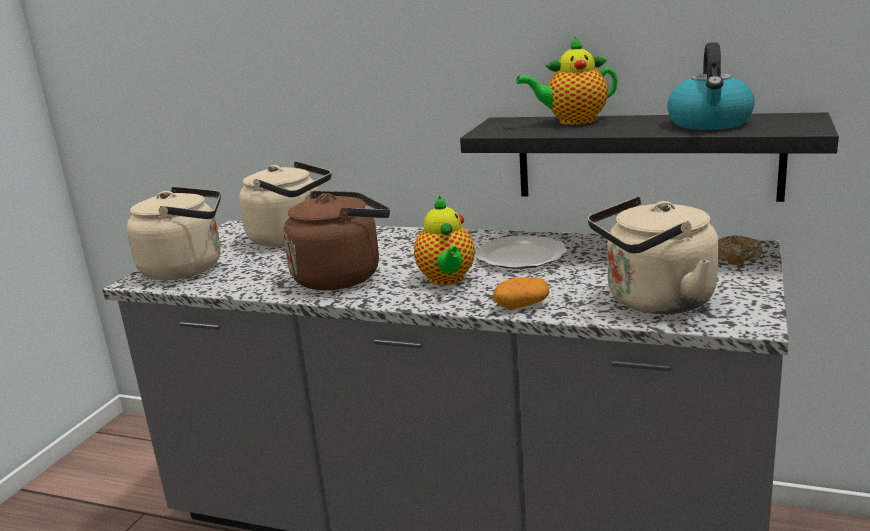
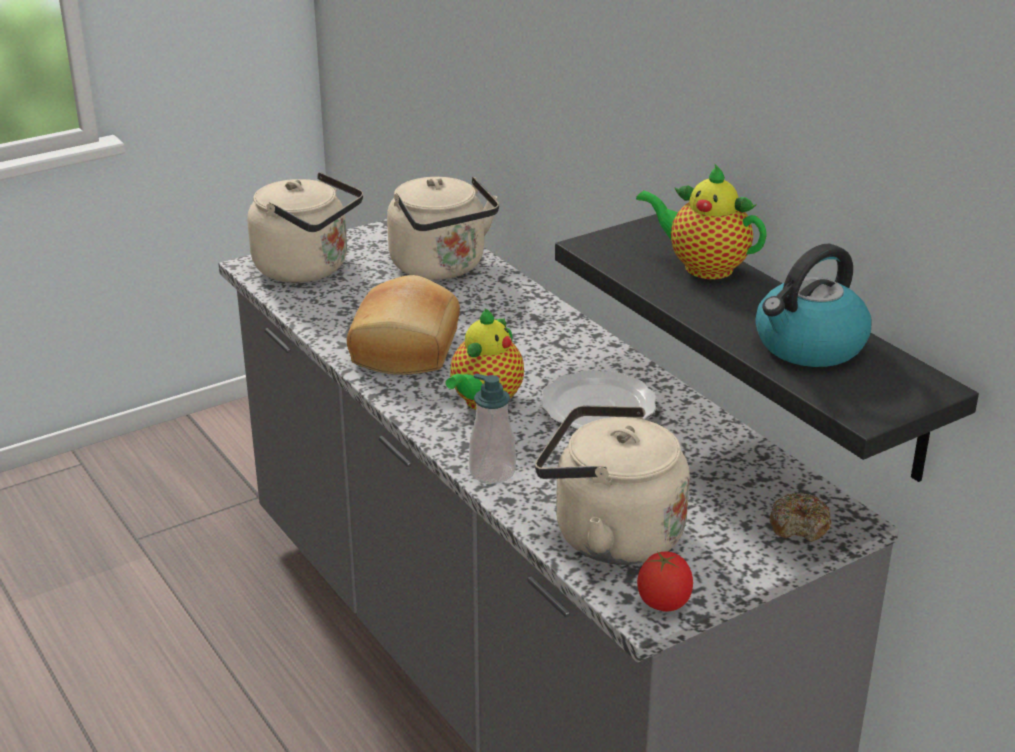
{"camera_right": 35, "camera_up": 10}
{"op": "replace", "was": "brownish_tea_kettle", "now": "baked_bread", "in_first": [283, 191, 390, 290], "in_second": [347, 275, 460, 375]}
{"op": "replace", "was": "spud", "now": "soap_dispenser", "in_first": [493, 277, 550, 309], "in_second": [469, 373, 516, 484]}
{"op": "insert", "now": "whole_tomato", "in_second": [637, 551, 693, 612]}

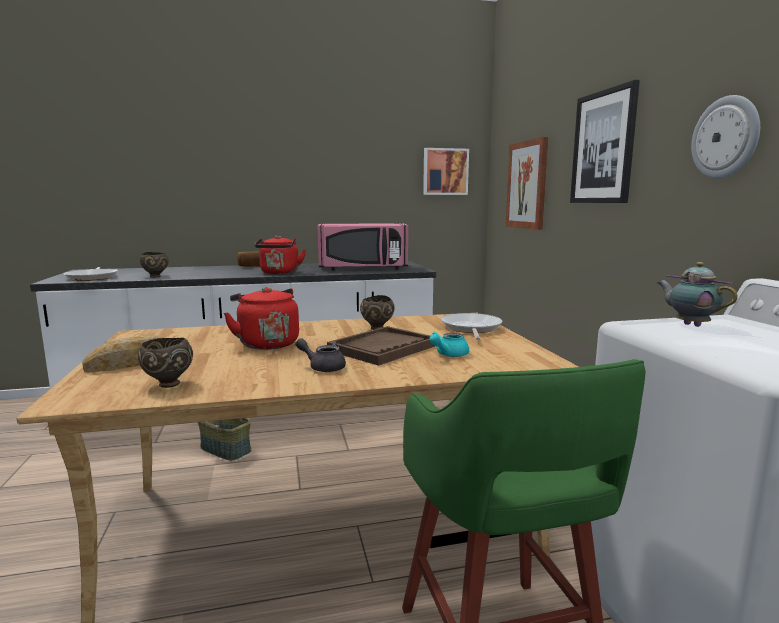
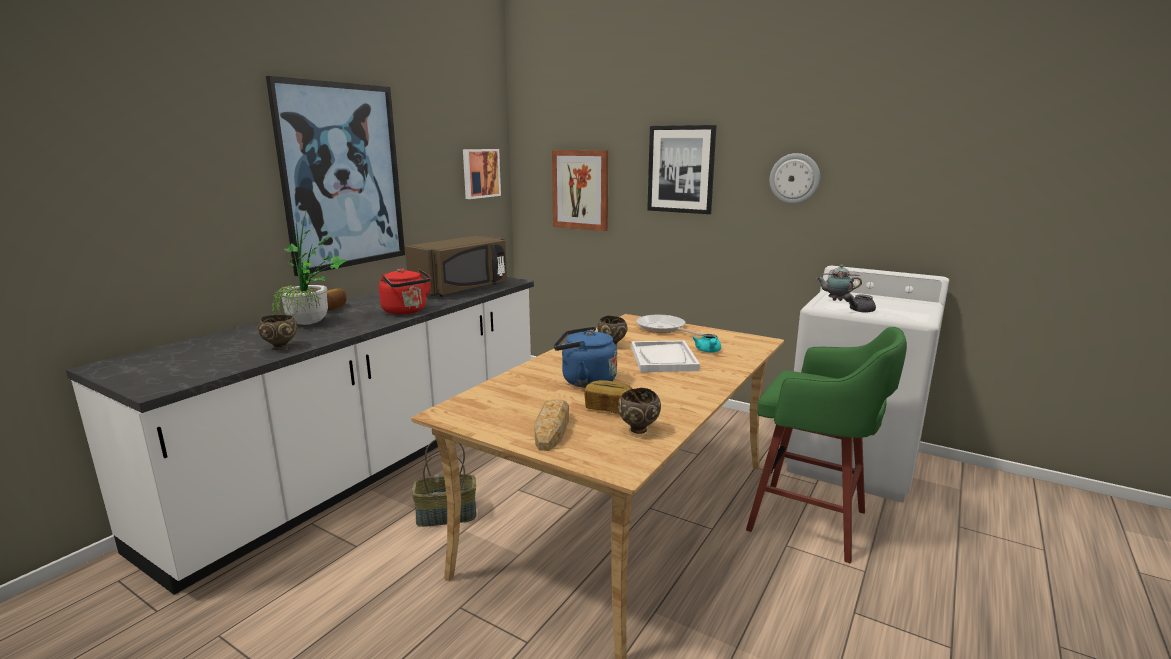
{"camera_right": -45, "camera_up": 5}
{"op": "delete", "was": "frying_pan", "in_first": [64, 267, 118, 281]}
{"op": "recolor", "was": "reddish_tea_kettle", "now": "bluish_tea_kettle", "in_first": [224, 287, 299, 350], "in_second": [554, 327, 617, 388]}
{"op": "move", "was": "greyish_tea_pot", "in_first": [295, 338, 346, 372], "in_second": [844, 293, 876, 313]}
{"op": "recolor", "was": "pink-coloured_kitchen_microwave", "now": "brownish_kitchen_microwave", "in_first": [317, 224, 408, 270], "in_second": [405, 235, 507, 297]}
{"op": "recolor", "was": "brownish_serving_tray", "now": "white-coloured_serving_tray", "in_first": [327, 326, 435, 366], "in_second": [631, 340, 700, 372]}
{"op": "insert", "now": "wall_art", "in_second": [266, 76, 405, 276]}
{"op": "insert", "now": "houseplant", "in_second": [272, 213, 347, 325]}
{"op": "insert", "now": "baked_bread", "in_second": [584, 380, 633, 414]}

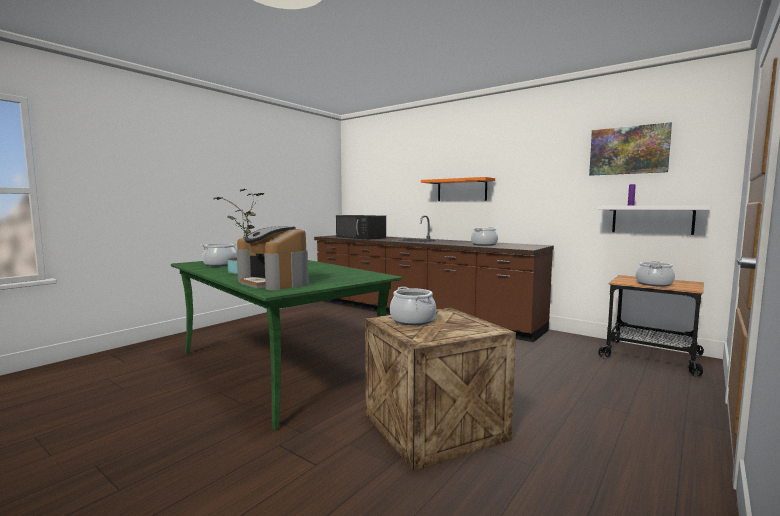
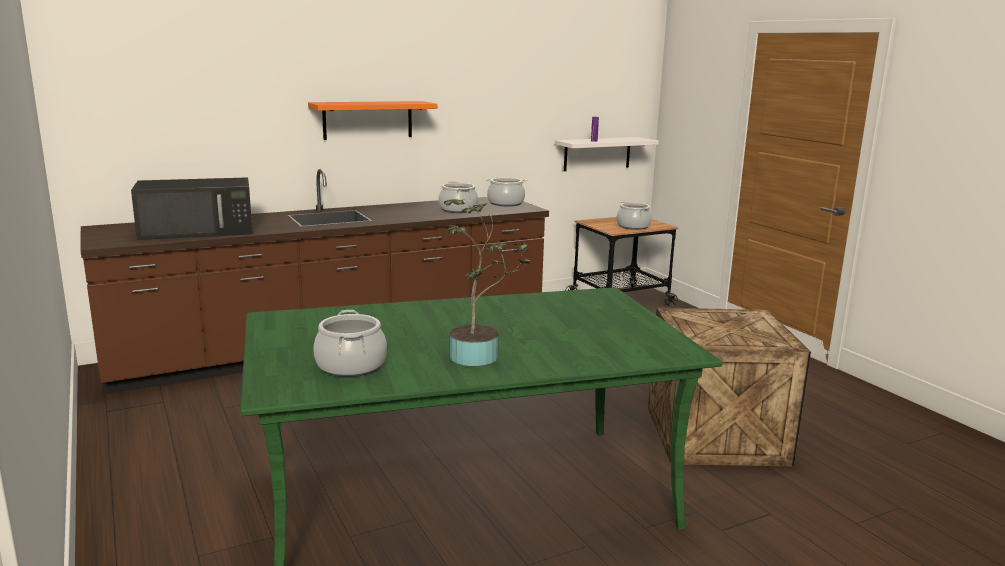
{"camera_right": -65, "camera_up": 10}
{"op": "delete", "was": "coffee_machine", "in_first": [237, 226, 309, 290]}
{"op": "move", "was": "stockpot", "in_first": [390, 287, 436, 325], "in_second": [486, 178, 527, 206]}
{"op": "delete", "was": "wall_art", "in_first": [589, 122, 672, 176]}

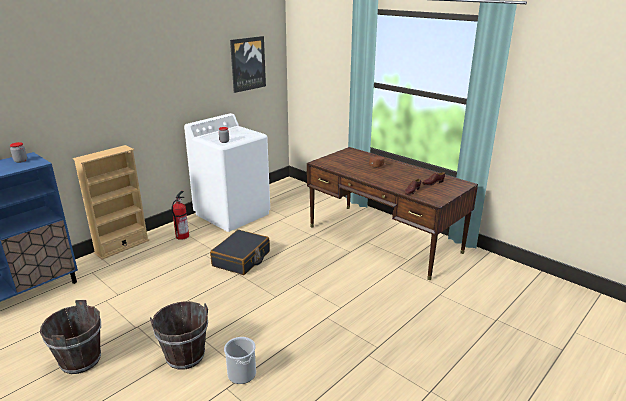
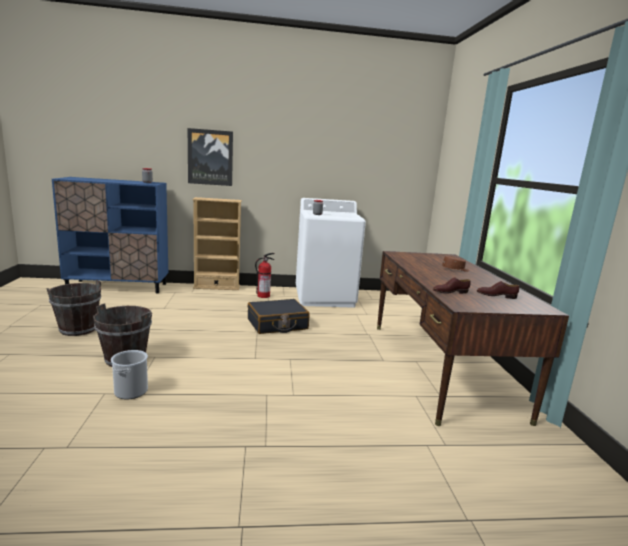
{"camera_right": 40, "camera_up": -10}
{"op": "move", "was": "wall_art", "in_first": [230, 36, 266, 93], "in_second": [188, 128, 233, 186]}

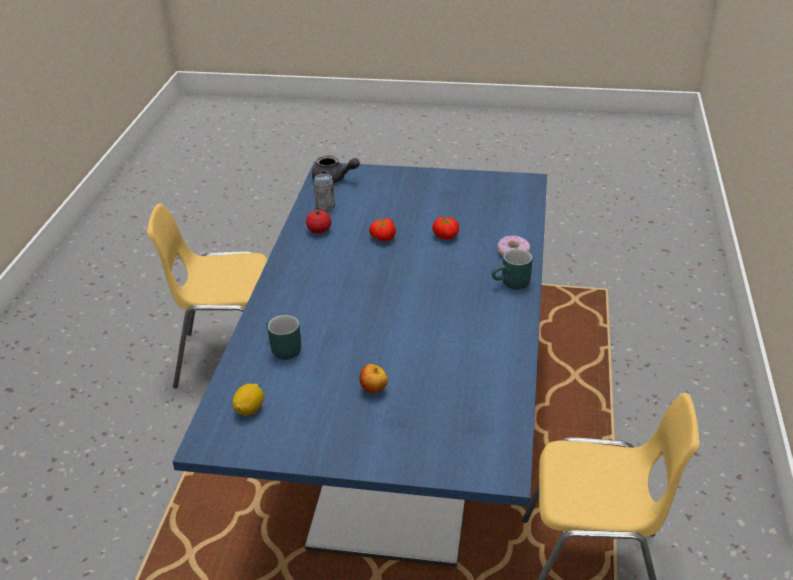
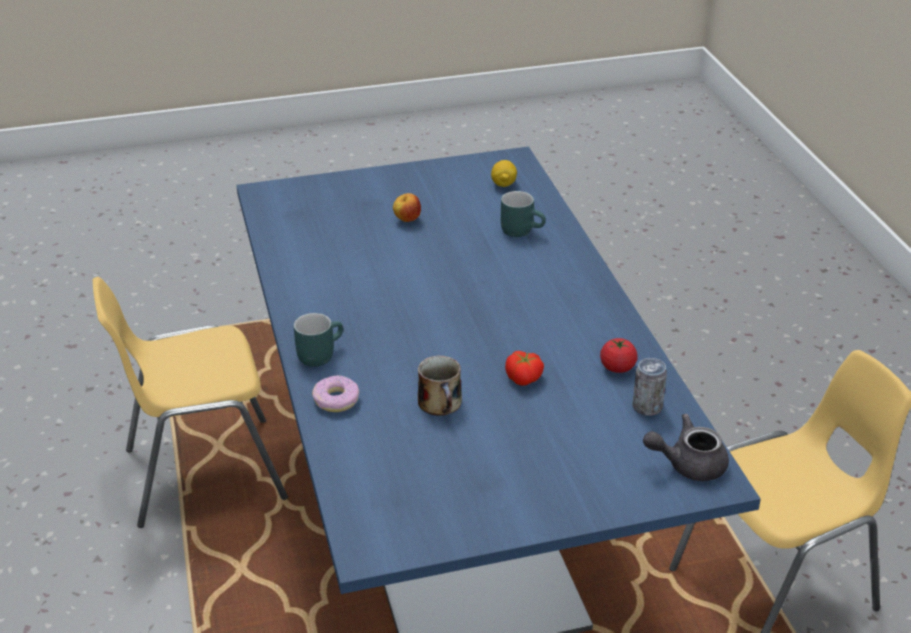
{"camera_right": 155, "camera_up": 0}
{"op": "replace", "was": "whole_tomato", "now": "coffee_mug", "in_first": [432, 217, 459, 240], "in_second": [418, 355, 462, 416]}

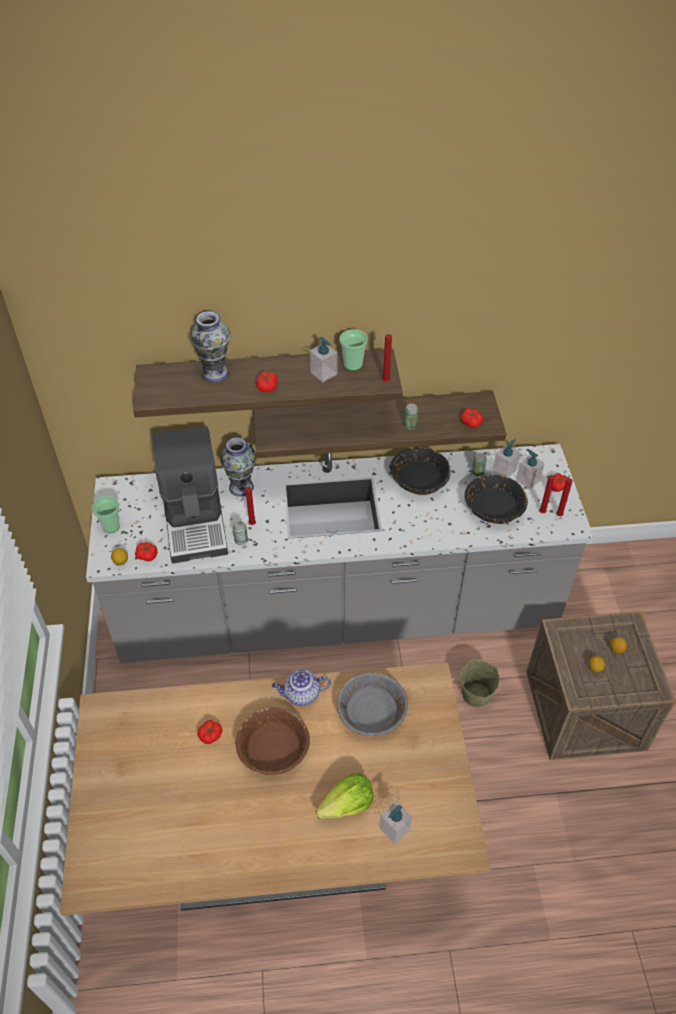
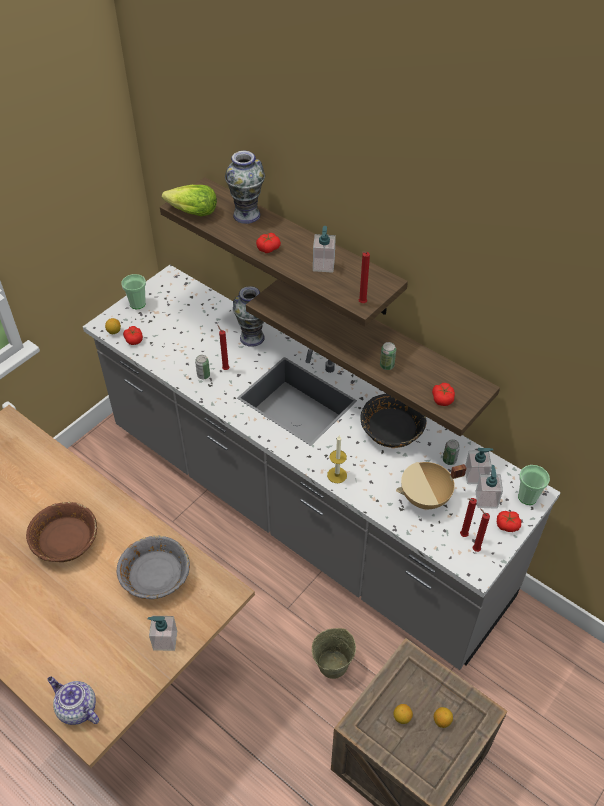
{"camera_right": 45, "camera_up": 0}
{"op": "delete", "was": "coffee_machine", "in_first": [152, 426, 228, 564]}
{"op": "delete", "was": "whole_tomato", "in_first": [197, 720, 223, 744]}
{"op": "move", "was": "tea_pot", "in_first": [272, 669, 331, 706], "in_second": [47, 676, 99, 725]}
{"op": "move", "was": "lettuce", "in_first": [315, 773, 373, 819], "in_second": [162, 185, 217, 217]}
{"op": "move", "was": "small_cup", "in_first": [340, 329, 368, 371], "in_second": [518, 465, 550, 505]}
{"op": "move", "was": "soap_dispenser", "in_first": [380, 801, 412, 844], "in_second": [148, 616, 177, 651]}
{"op": "replace", "was": "black-coloured_deep_dish", "now": "beige_stockpot", "in_first": [465, 474, 528, 524], "in_second": [396, 462, 466, 509]}
{"op": "insert", "now": "wax_light", "in_second": [327, 436, 347, 483]}

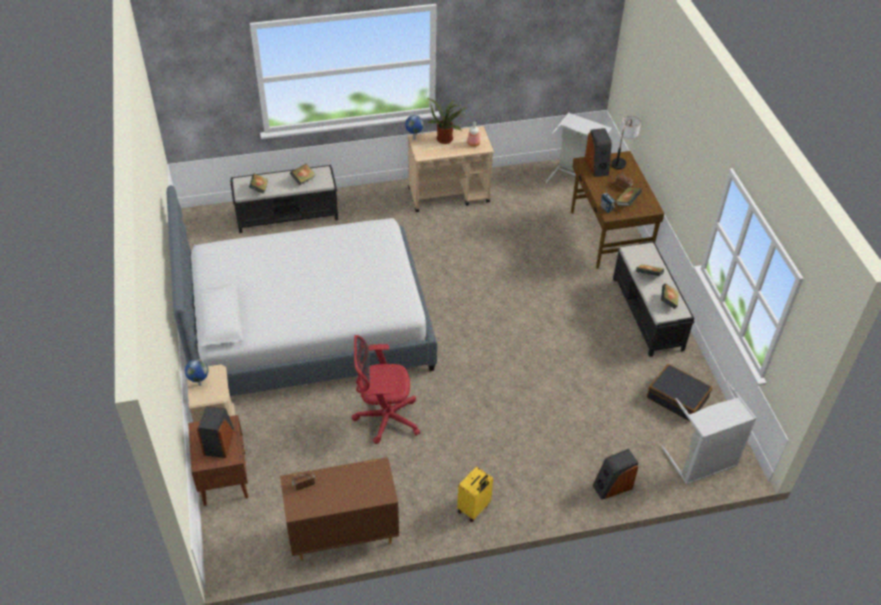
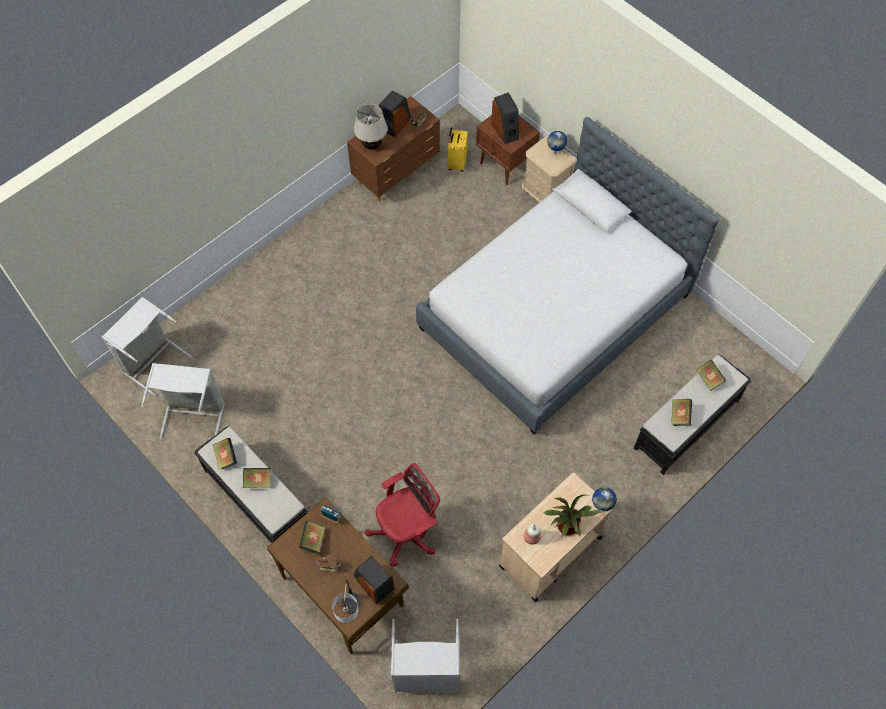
{"camera_right": 150, "camera_up": 15}
{"op": "move", "was": "reddish_computer_chair", "in_first": [352, 335, 420, 444], "in_second": [365, 463, 440, 567]}
{"op": "move", "was": "yellow-coloured_suitcase", "in_first": [457, 467, 493, 522], "in_second": [448, 127, 468, 172]}
{"op": "move", "was": "speaker", "in_first": [592, 449, 638, 500], "in_second": [378, 91, 411, 137]}
{"op": "replace", "was": "black-coloured_suitcase", "now": "greyish_laundry_basket", "in_first": [647, 364, 712, 421], "in_second": [141, 363, 225, 439]}
{"op": "insert", "now": "beige_lamp_for_a_table", "in_second": [354, 104, 388, 150]}

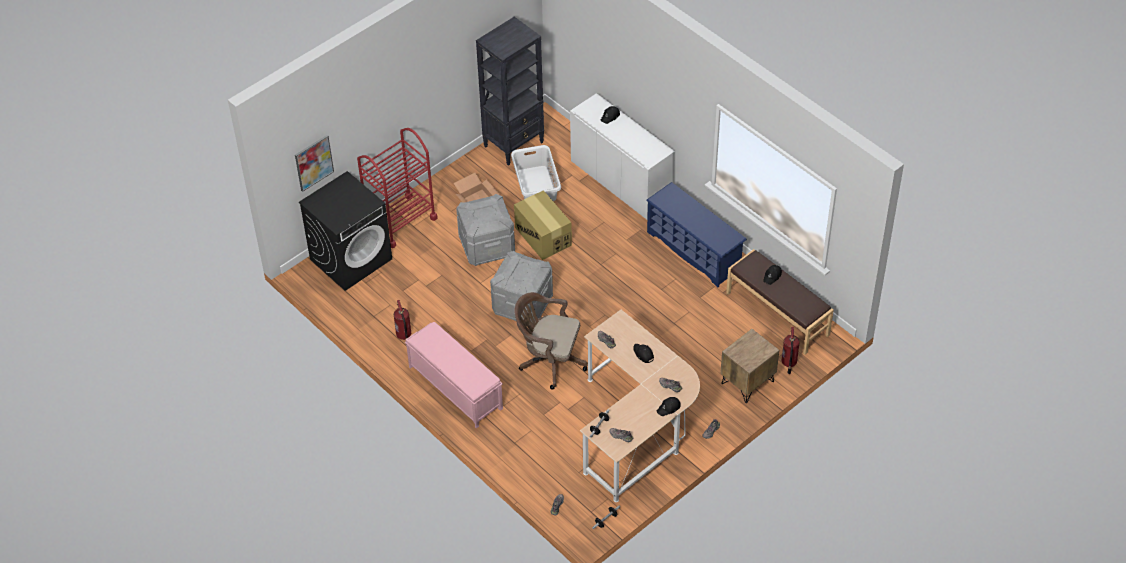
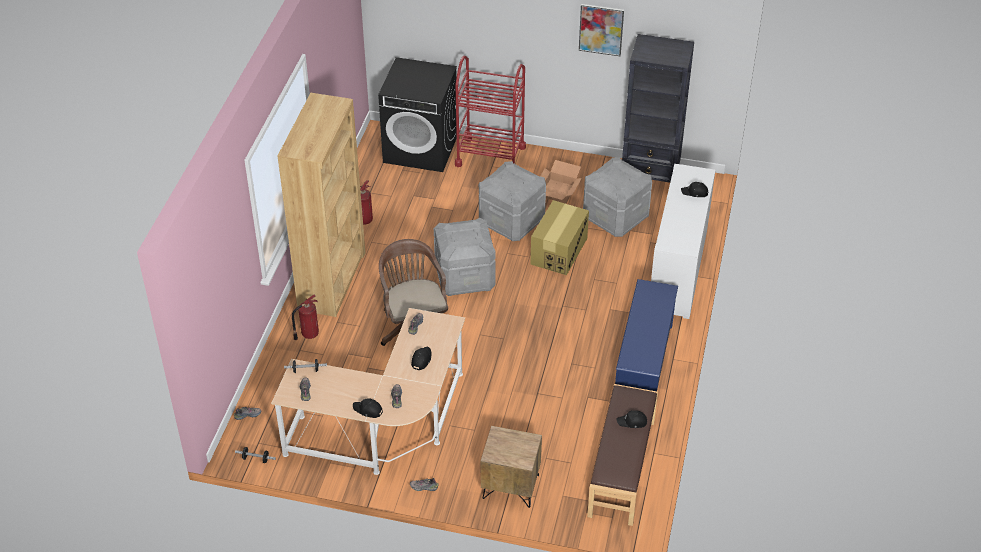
{"camera_right": 55, "camera_up": -5}
{"op": "move", "was": "wall_art", "in_first": [295, 135, 334, 192], "in_second": [579, 4, 624, 56]}
{"op": "replace", "was": "pink-coloured_indoor_bench", "now": "brownish_bookshelf", "in_first": [405, 322, 503, 428], "in_second": [278, 93, 366, 317]}
{"op": "replace", "was": "white-coloured_laundry_basket", "now": "greyish_storage_container", "in_first": [511, 145, 561, 201], "in_second": [583, 157, 652, 237]}
{"op": "move", "was": "fire-fighting_cylinder", "in_first": [782, 327, 800, 374], "in_second": [292, 295, 319, 340]}

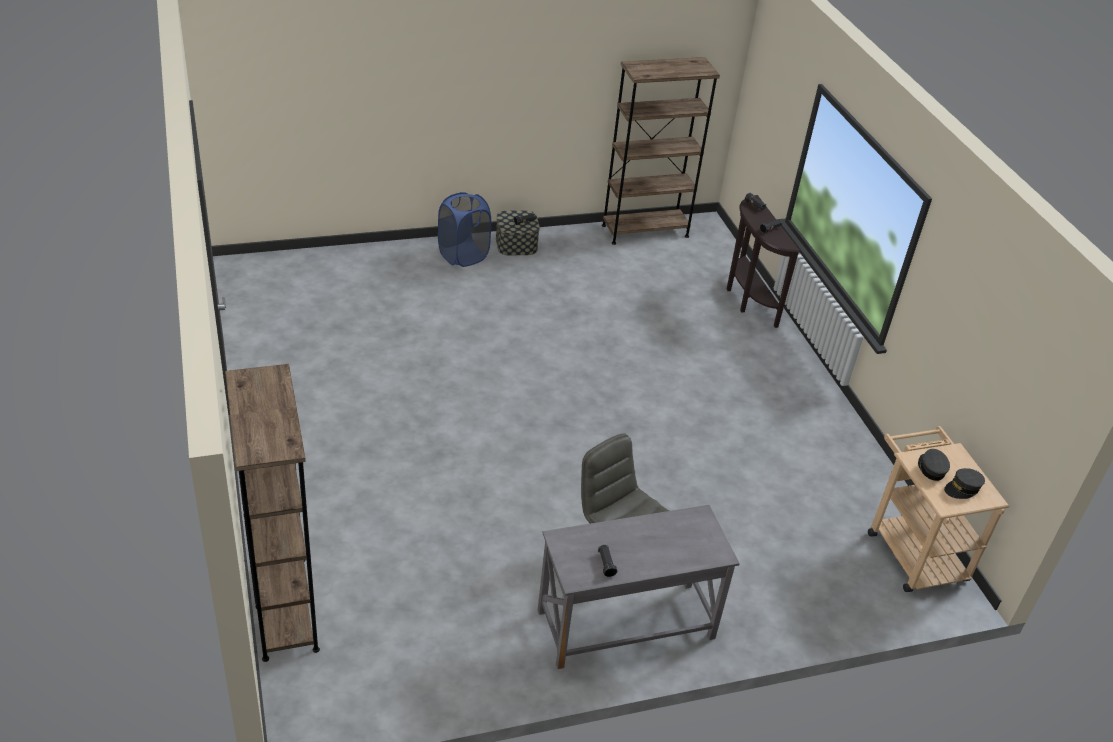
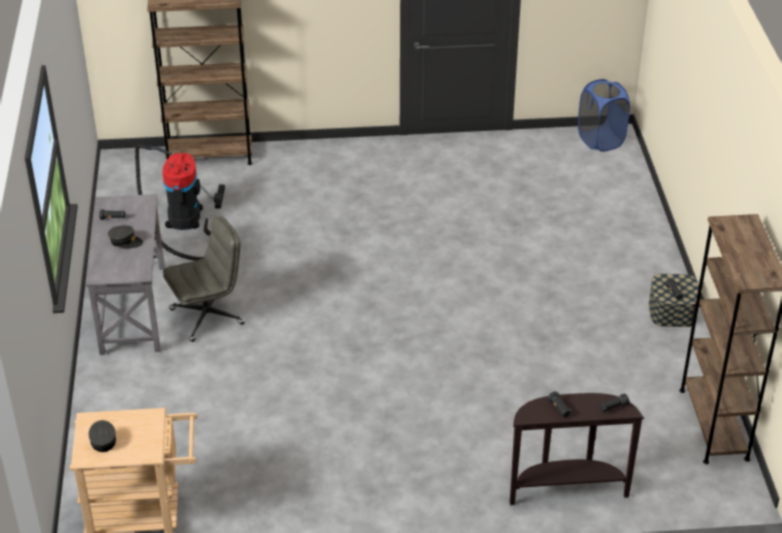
{"camera_right": 105, "camera_up": 0}
{"op": "move", "was": "bluish_laundry_basket", "in_first": [438, 192, 491, 267], "in_second": [578, 79, 630, 152]}
{"op": "move", "was": "greyish_cap", "in_first": [918, 449, 950, 481], "in_second": [108, 225, 143, 249]}
{"op": "insert", "now": "hoover", "in_second": [135, 144, 225, 261]}

